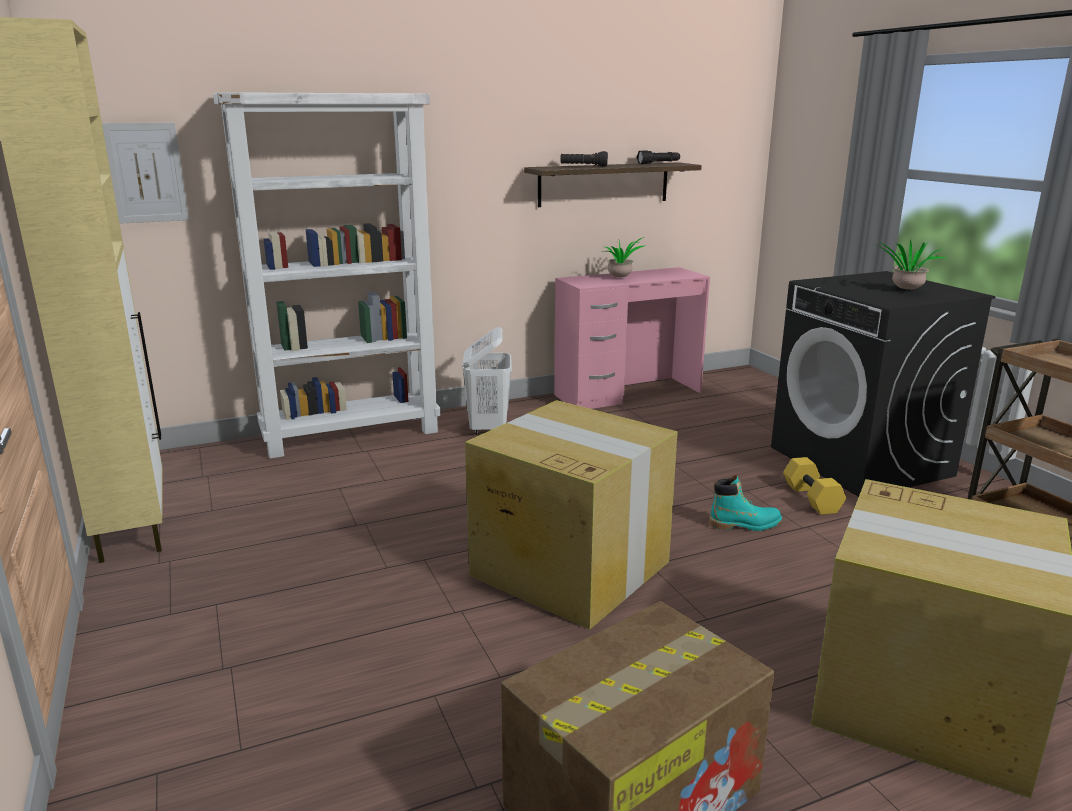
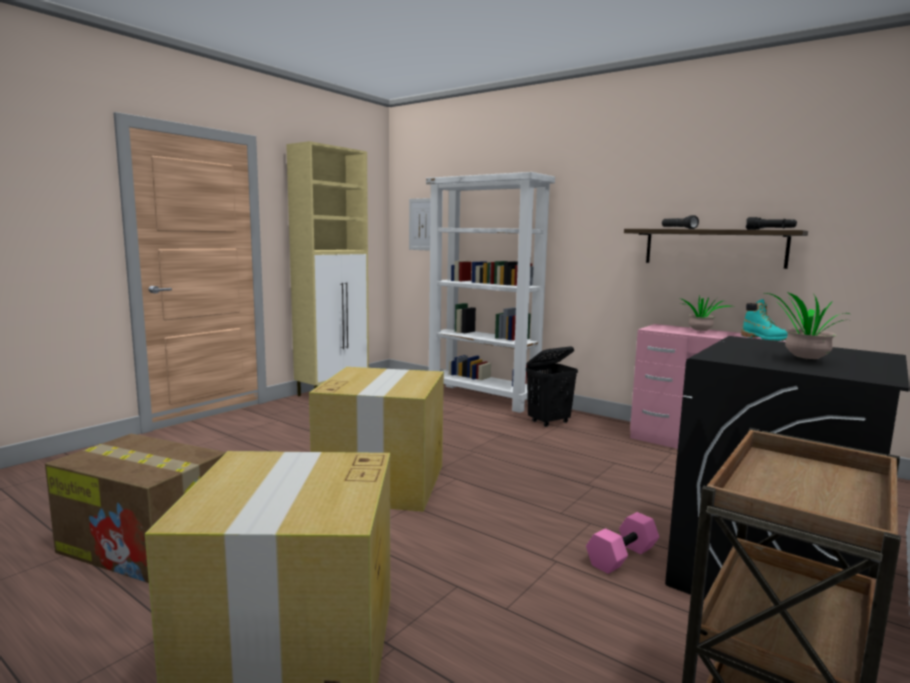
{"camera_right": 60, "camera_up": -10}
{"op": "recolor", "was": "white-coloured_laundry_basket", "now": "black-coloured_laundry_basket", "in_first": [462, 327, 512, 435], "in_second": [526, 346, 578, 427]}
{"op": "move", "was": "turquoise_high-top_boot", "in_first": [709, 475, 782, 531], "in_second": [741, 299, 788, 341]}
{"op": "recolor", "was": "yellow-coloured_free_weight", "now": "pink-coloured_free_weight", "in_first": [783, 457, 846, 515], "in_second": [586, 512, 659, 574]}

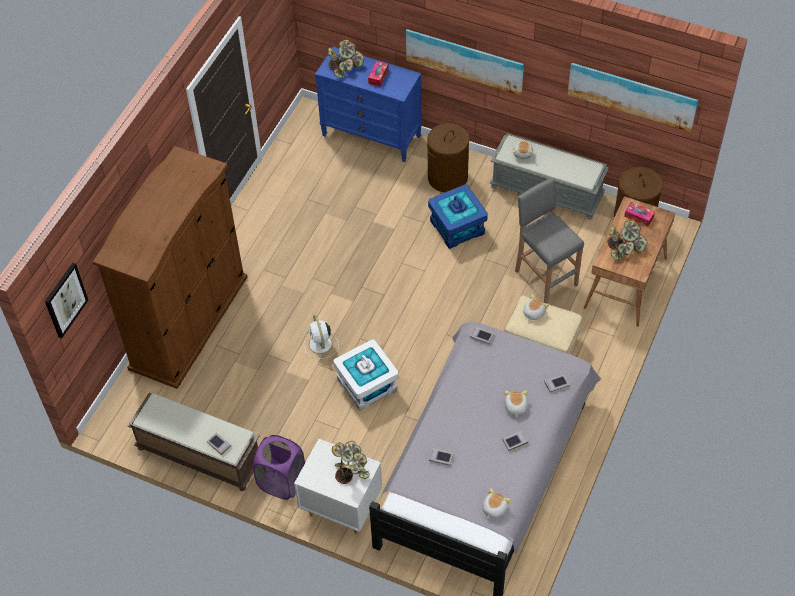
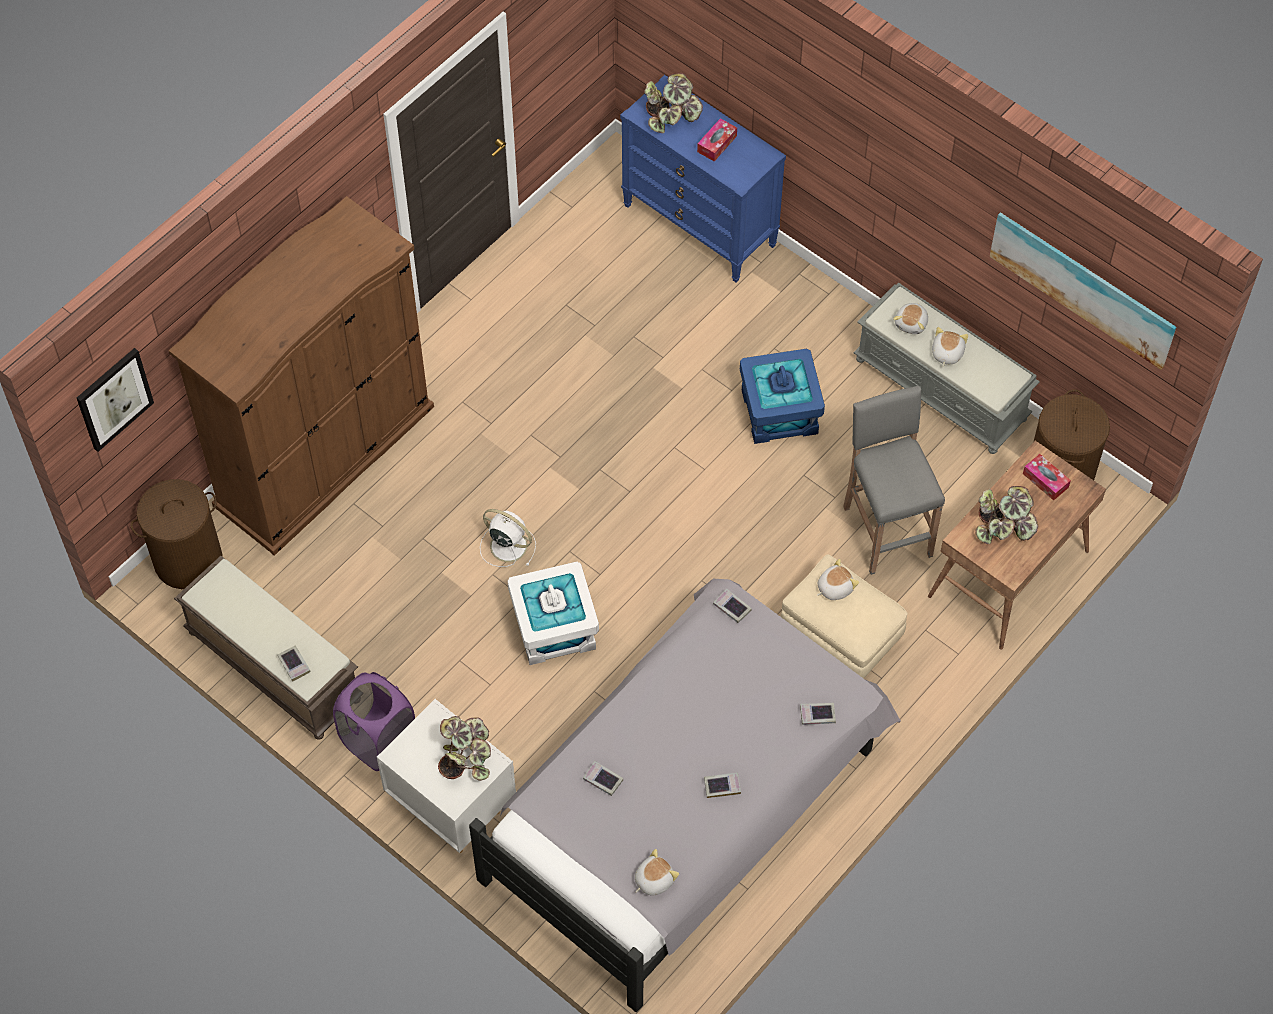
{"camera_right": 15, "camera_up": 5}
{"op": "rotate", "was": "white-coloured_cooling_fan", "in_first": [304, 314, 339, 359], "in_second": [480, 509, 536, 567], "clockwise": 120}
{"op": "delete", "was": "wall_art", "in_first": [406, 29, 524, 95]}
{"op": "move", "was": "brownish_laundry_basket", "in_first": [427, 123, 470, 192], "in_second": [131, 479, 222, 589]}
{"op": "move", "was": "cuddly_toy", "in_first": [505, 390, 528, 417], "in_second": [932, 327, 968, 367]}

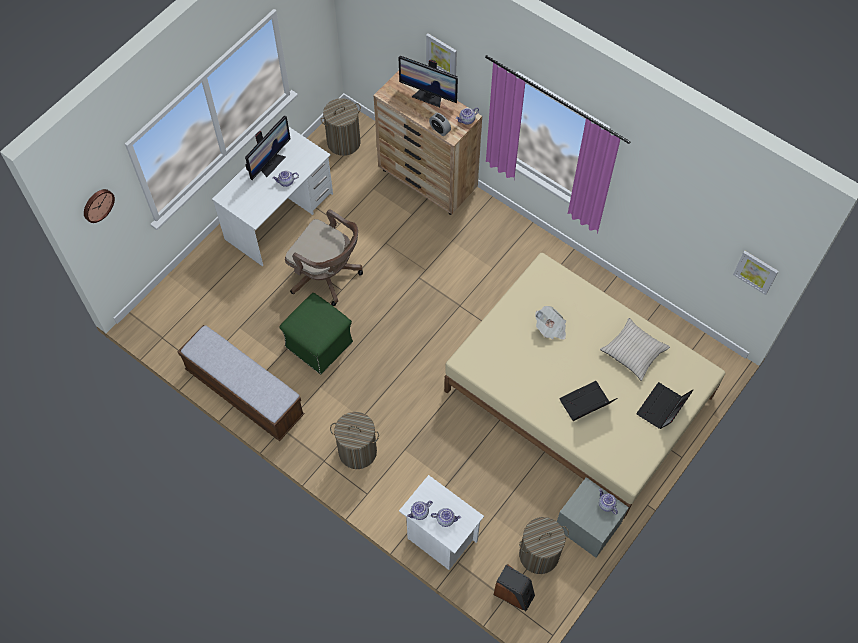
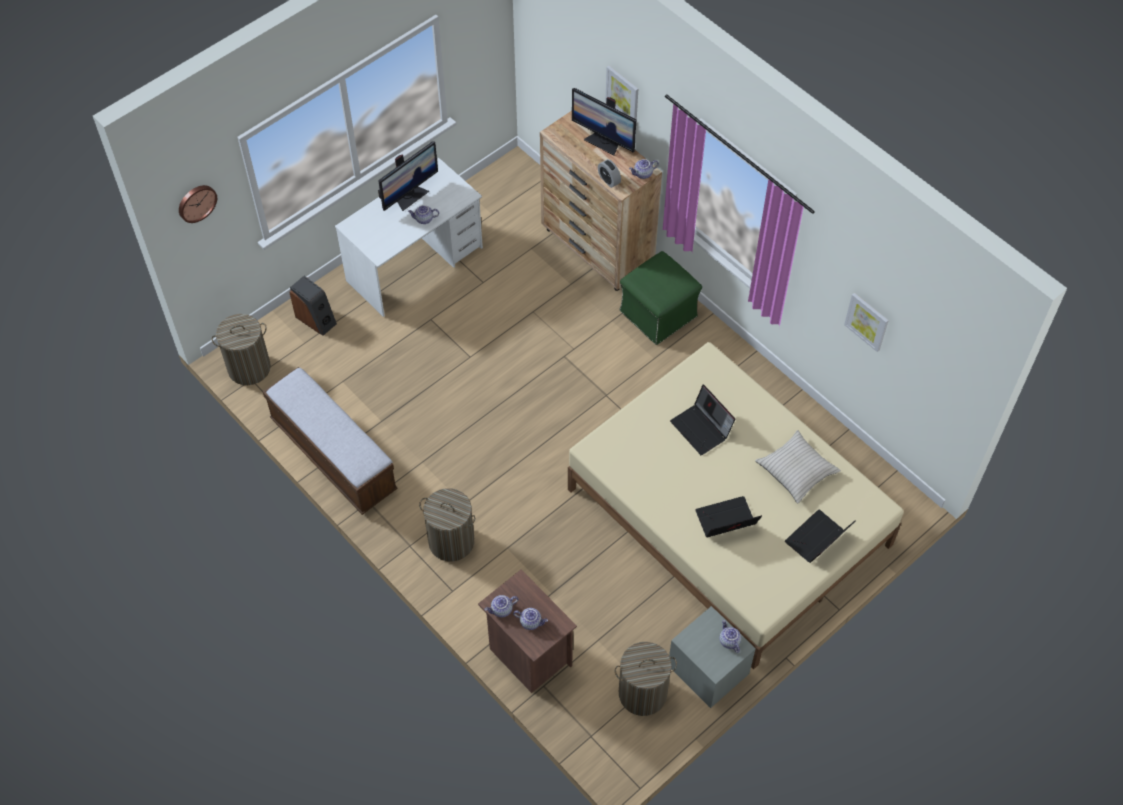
{"camera_right": 10, "camera_up": -5}
{"op": "move", "was": "greenish_footrest", "in_first": [279, 293, 353, 374], "in_second": [619, 251, 702, 345]}
{"op": "delete", "was": "brownish_computer_chair", "in_first": [285, 209, 363, 306]}
{"op": "move", "was": "laundry_basket", "in_first": [320, 98, 361, 156], "in_second": [211, 314, 271, 385]}
{"op": "recolor", "was": "white-coloured_bedside_table", "now": "brownish_bedside_table", "in_first": [399, 475, 484, 570], "in_second": [478, 570, 577, 693]}
{"op": "move", "was": "speaker", "in_first": [494, 564, 535, 611], "in_second": [289, 276, 337, 336]}
{"op": "replace", "was": "printed_paper", "now": "laptop", "in_first": [535, 306, 566, 340], "in_second": [670, 385, 735, 455]}
{"op": "move", "was": "wall_art", "in_first": [733, 251, 779, 295], "in_second": [844, 293, 889, 352]}

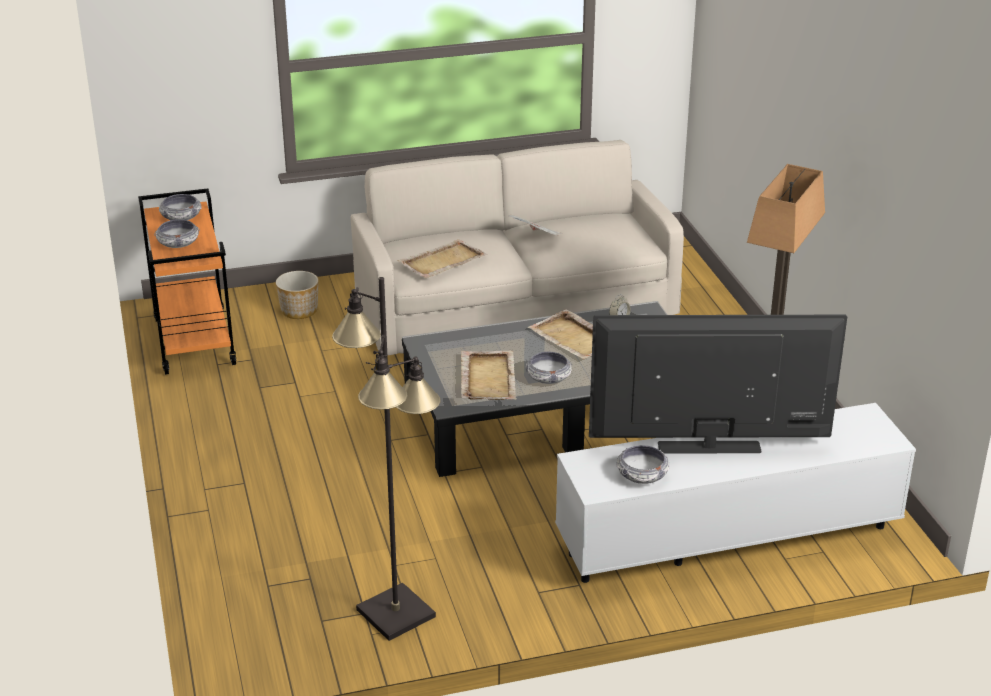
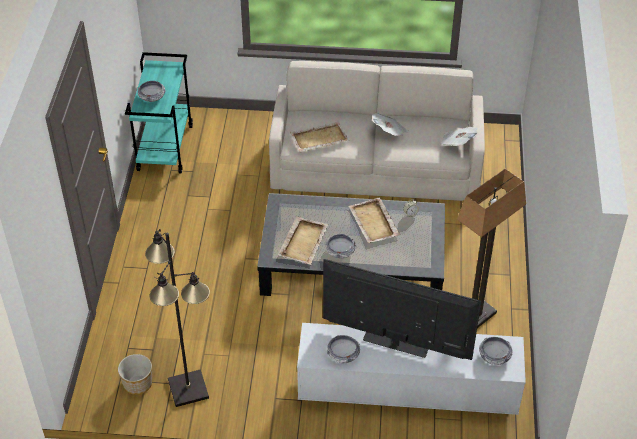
{"camera_right": 20, "camera_up": 15}
{"op": "recolor", "was": "orangey_cart", "now": "turquoise_cart", "in_first": [138, 188, 236, 375], "in_second": [125, 52, 193, 174]}
{"op": "move", "was": "deep_dish", "in_first": [159, 194, 202, 220], "in_second": [479, 337, 513, 365]}
{"op": "move", "was": "flower_pot", "in_first": [276, 271, 319, 319], "in_second": [118, 354, 152, 395]}
{"op": "insert", "now": "printed_paper", "in_second": [440, 127, 478, 146]}

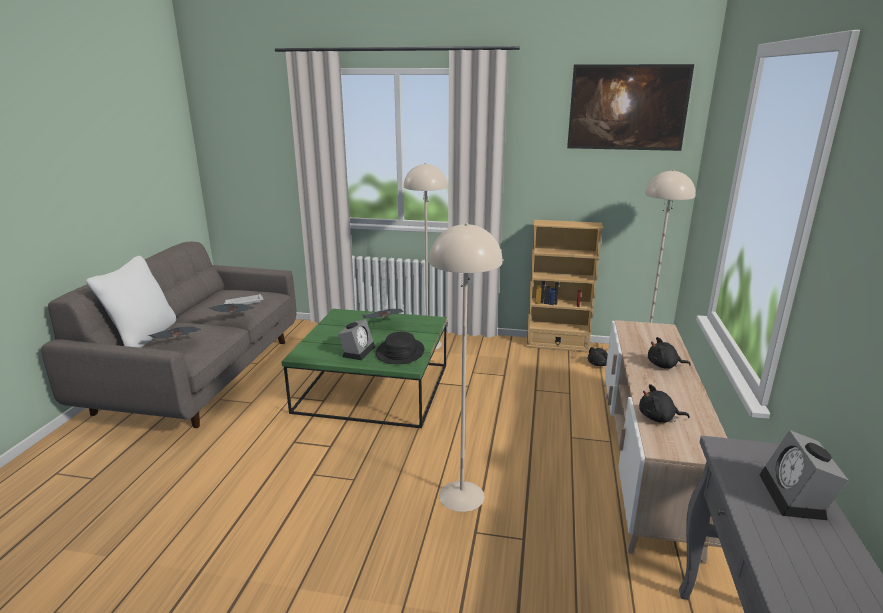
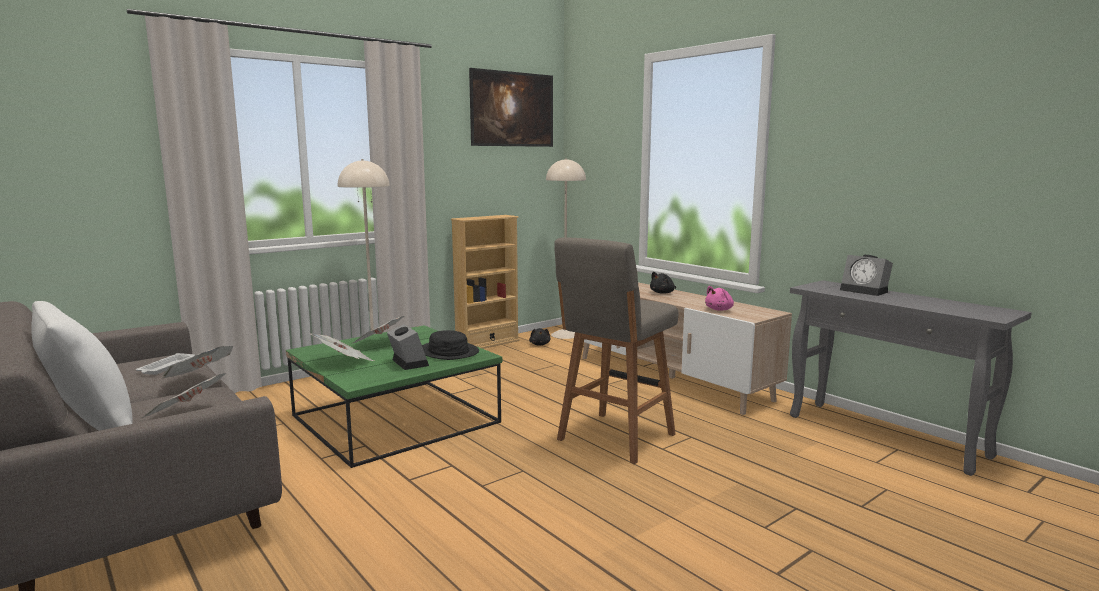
{"camera_right": -50, "camera_up": -10}
{"op": "replace", "was": "beige_standing_lamp", "now": "greyish_stool_seat", "in_first": [429, 223, 503, 512], "in_second": [554, 237, 678, 464]}
{"op": "recolor", "was": "black-coloured_cuddly_toy", "now": "pink-coloured_cuddly_toy", "in_first": [639, 384, 690, 423], "in_second": [705, 286, 734, 311]}
{"op": "insert", "now": "printed_paper", "in_second": [311, 334, 374, 361]}

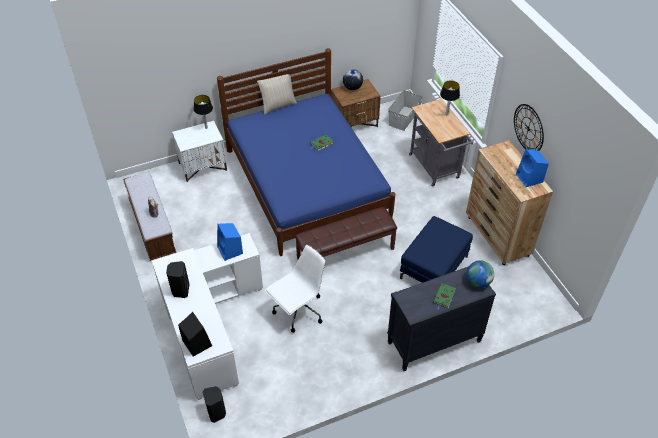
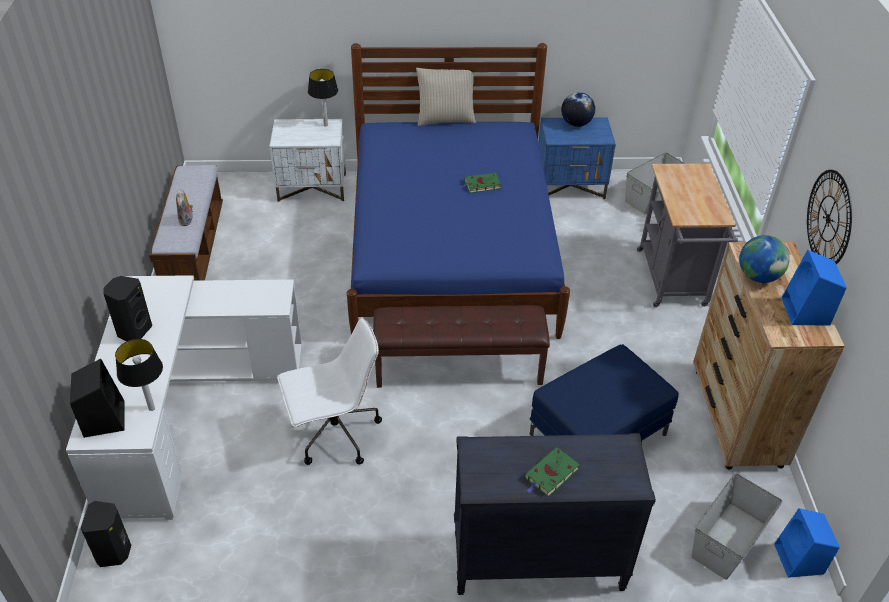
{"camera_right": 20, "camera_up": -5}
{"op": "move", "was": "bluish_speaker", "in_first": [217, 223, 243, 261], "in_second": [774, 508, 840, 578]}
{"op": "recolor", "was": "brownish_bedside_table", "now": "bluish_bedside_table", "in_first": [331, 79, 381, 127], "in_second": [538, 118, 616, 199]}
{"op": "move", "was": "lamp_for_a_table", "in_first": [440, 80, 460, 115], "in_second": [115, 339, 163, 411]}
{"op": "move", "was": "globe", "in_first": [466, 260, 494, 288], "in_second": [739, 235, 790, 283]}
{"op": "insert", "now": "greyish_storage_container", "in_second": [691, 473, 782, 580]}

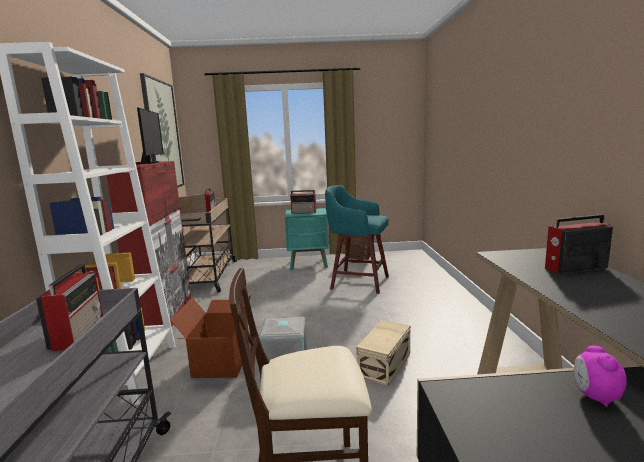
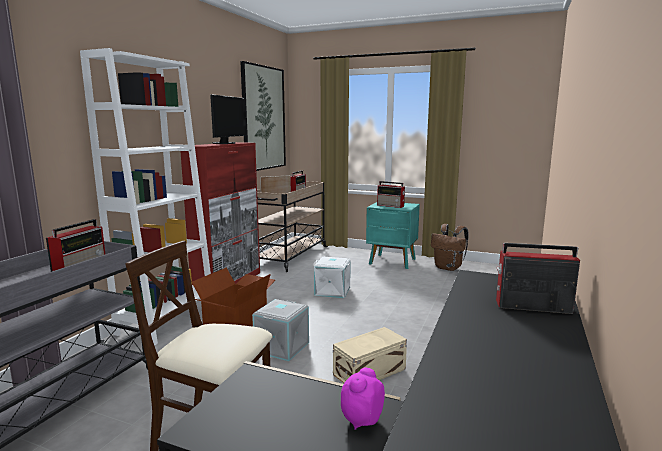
{"camera_right": 25, "camera_up": 0}
{"op": "delete", "was": "turquoise_stool_seat", "in_first": [325, 185, 389, 294]}
{"op": "insert", "now": "white-coloured_storage_container", "in_second": [314, 257, 351, 298]}

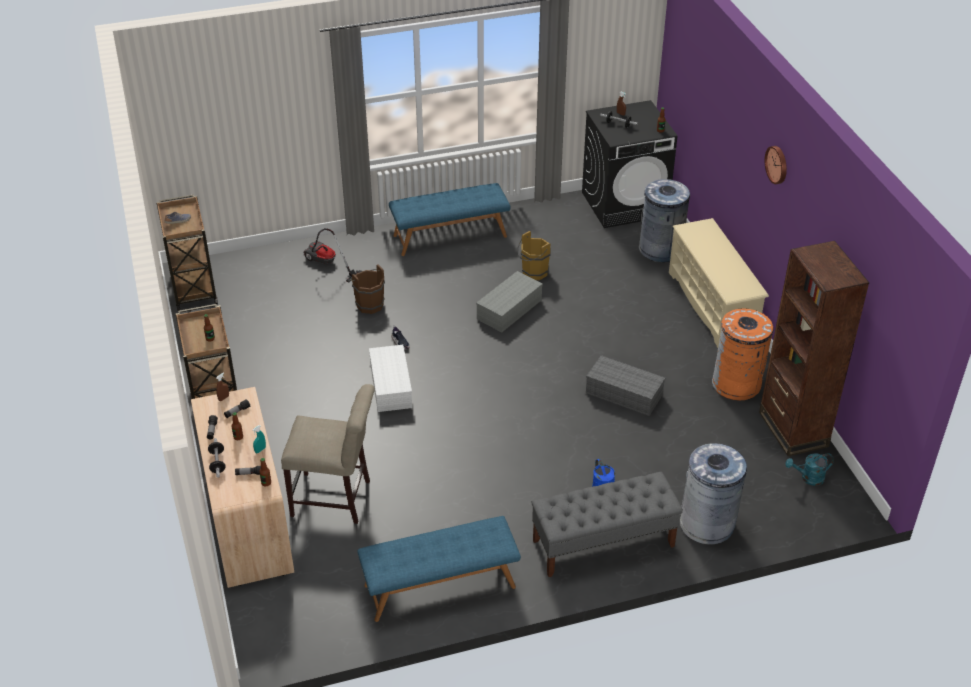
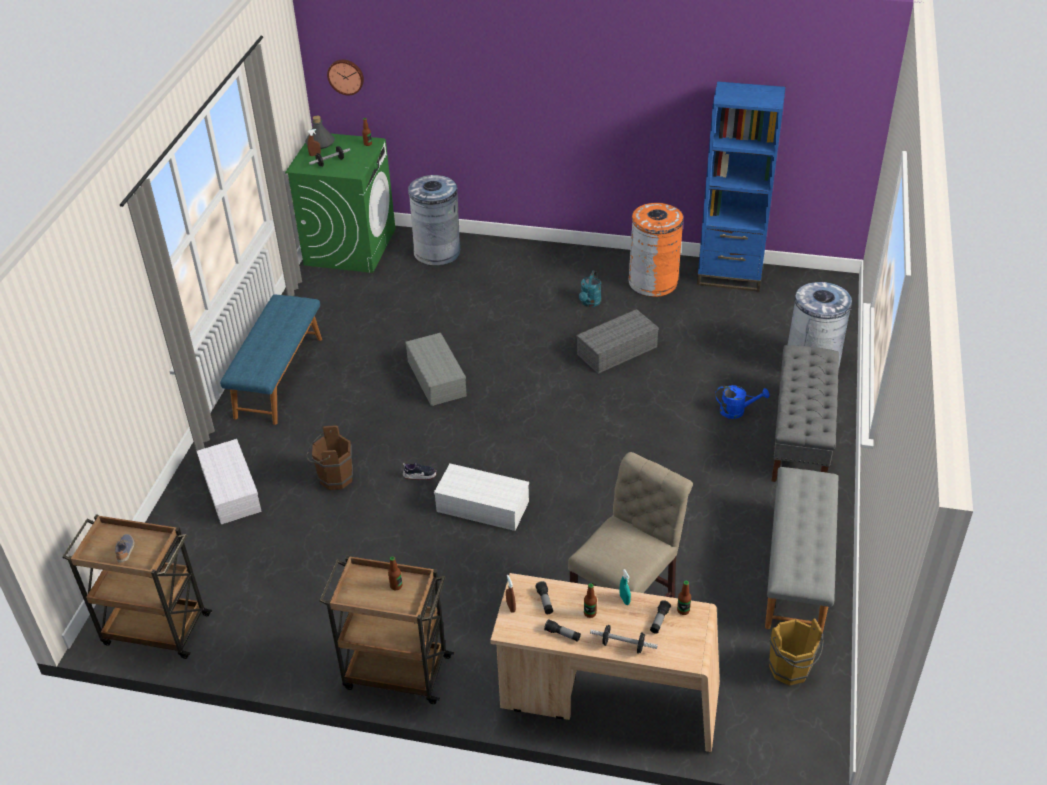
{"camera_right": -60, "camera_up": 0}
{"op": "replace", "was": "hoover", "now": "white-coloured_storage_container", "in_first": [303, 228, 362, 283], "in_second": [197, 439, 262, 524]}
{"op": "recolor", "was": "bluish_indoor_bench", "now": "greyish_indoor_bench", "in_first": [357, 516, 521, 622], "in_second": [765, 467, 838, 637]}
{"op": "move", "was": "brownish_pail", "in_first": [518, 231, 551, 280], "in_second": [768, 618, 823, 686]}
{"op": "recolor", "was": "black-coloured_washing_machine", "now": "greenish_washing_machine", "in_first": [582, 100, 677, 228], "in_second": [285, 133, 396, 273]}
{"op": "delete", "was": "beige_shoe_stand", "in_first": [669, 218, 769, 348]}
{"op": "recolor", "was": "brownish_bookshelf", "now": "bluish_bookshelf", "in_first": [759, 241, 869, 456], "in_second": [697, 81, 786, 292]}
{"op": "move", "was": "clock_on_the_wall", "in_first": [765, 146, 787, 184], "in_second": [327, 60, 364, 95]}
{"op": "move", "was": "turquoise_watering_pot", "in_first": [785, 453, 834, 486], "in_second": [579, 271, 601, 307]}
{"op": "insert", "now": "greyish_drink_bottle", "in_second": [305, 116, 335, 149]}

